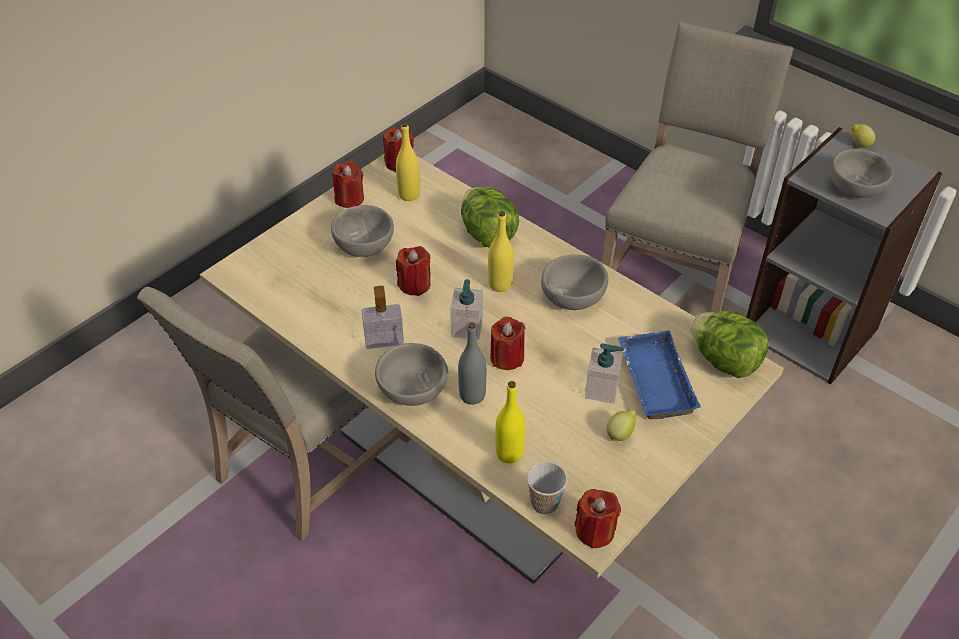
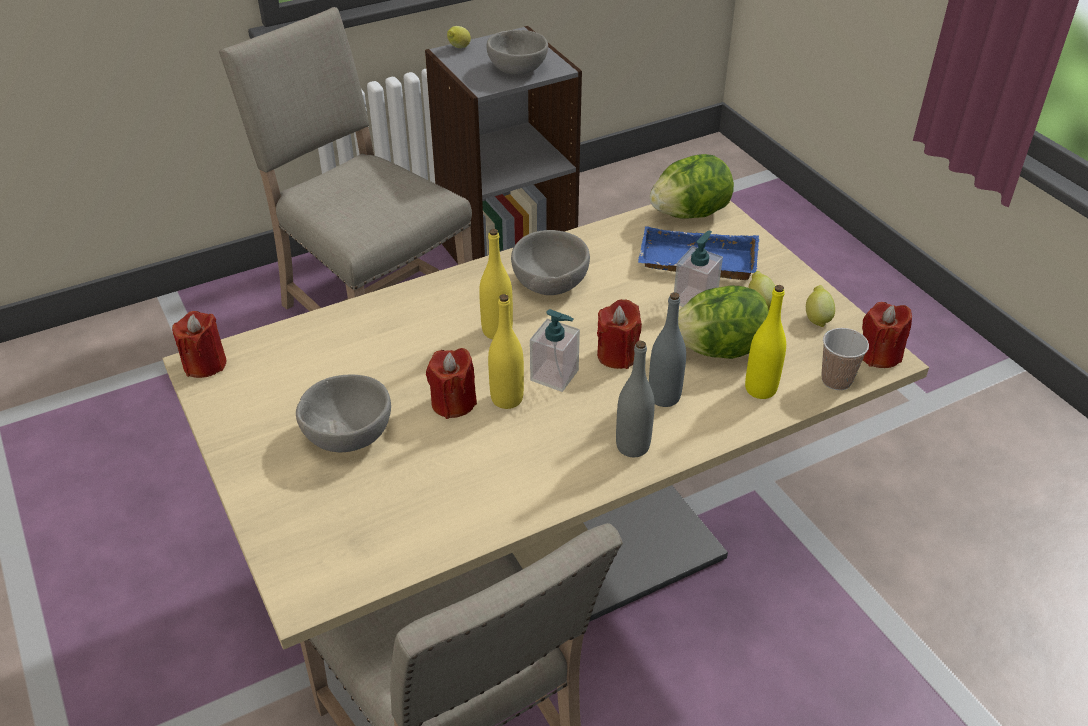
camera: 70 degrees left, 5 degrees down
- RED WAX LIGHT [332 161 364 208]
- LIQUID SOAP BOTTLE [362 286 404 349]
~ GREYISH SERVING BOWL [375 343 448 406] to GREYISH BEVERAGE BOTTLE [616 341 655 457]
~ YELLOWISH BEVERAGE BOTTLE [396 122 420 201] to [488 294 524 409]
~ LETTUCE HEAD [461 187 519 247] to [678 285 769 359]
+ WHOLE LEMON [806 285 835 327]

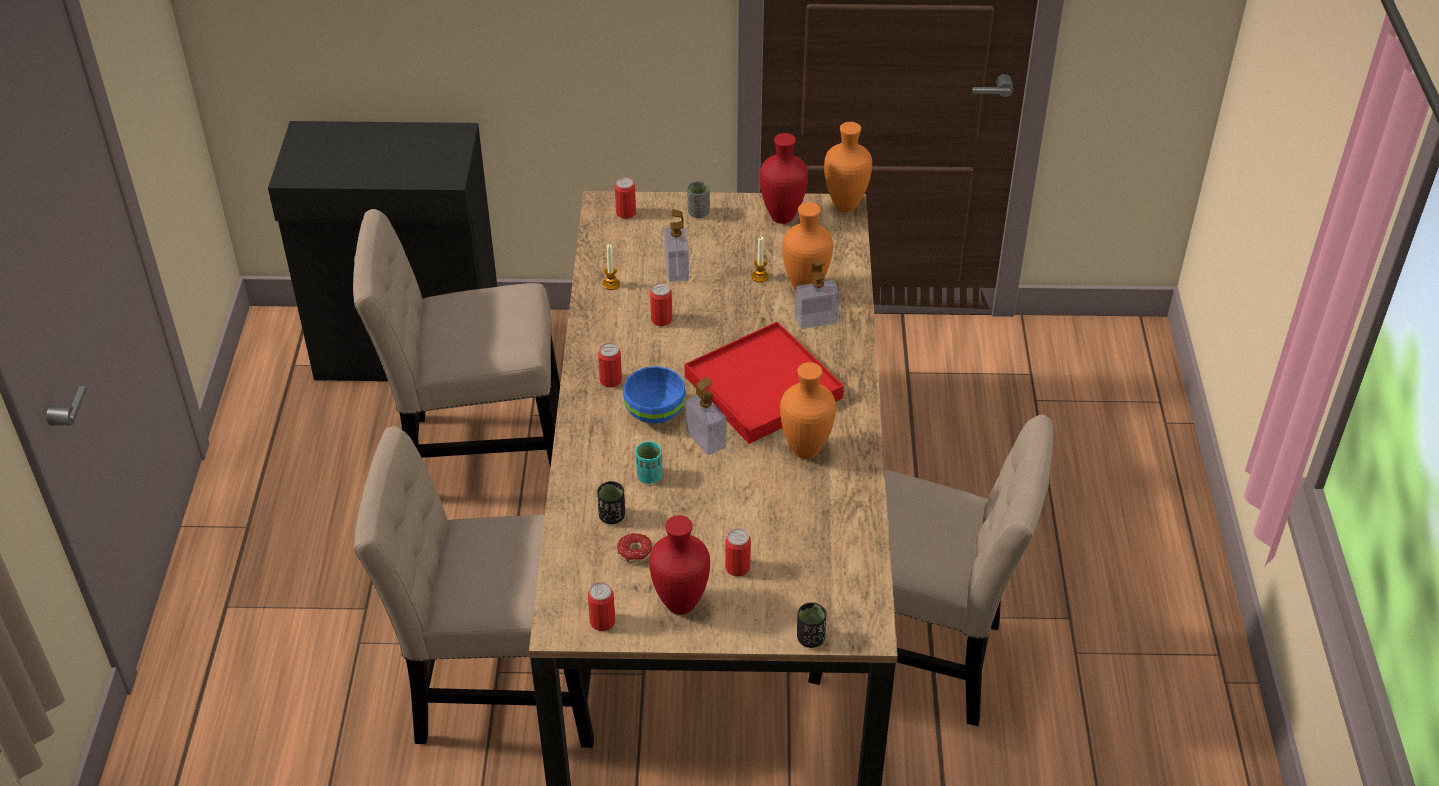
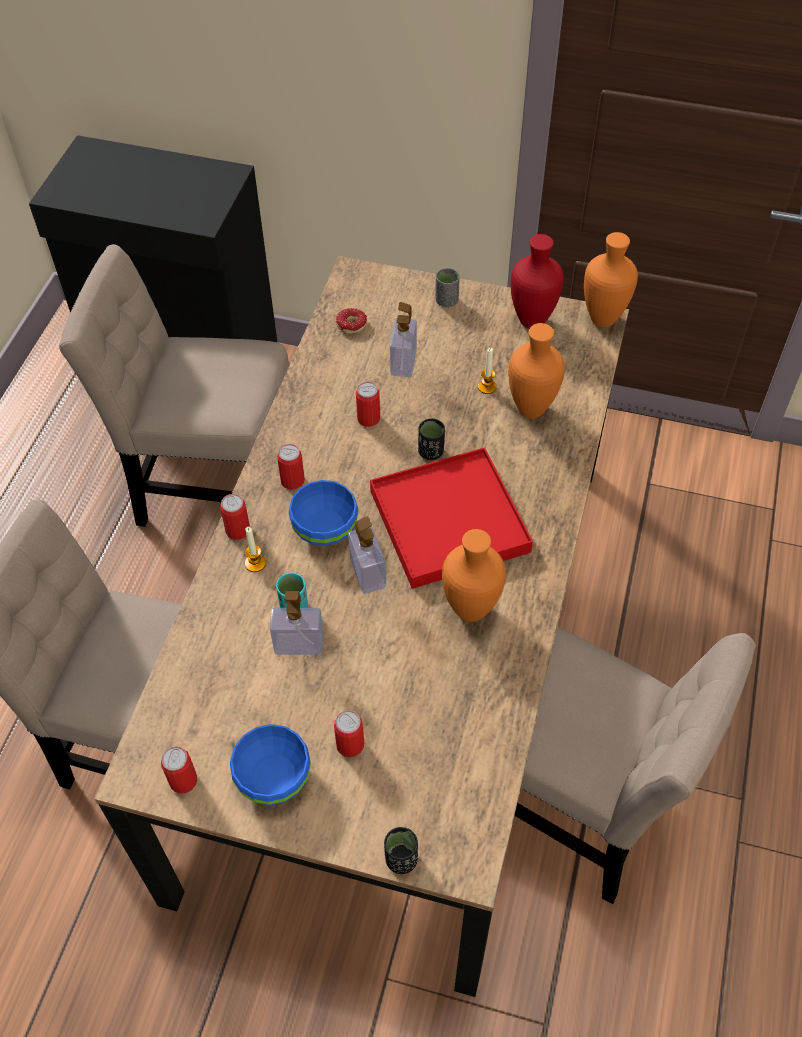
camera: 15 degrees right, 10 degrees up
~ BLACK-COLOURED DRINKING CUP [597 481 625 524] to [418 418 445 460]
~ WAX LIGHT [602 244 620 290] to [245 527 266 572]
~ CAN [615 177 636 219] to [220 494 250 540]
~ RING DOUGHNUT [617 533 652 563] to [336 308 367 334]
~ RED FLOWER VASE [649 515 710 615] to BLUISH SERVING BOWL [230 724 311 806]
~ LIQUID SOAP BOTTLE [795 260 839 329] to [270 591 324 655]

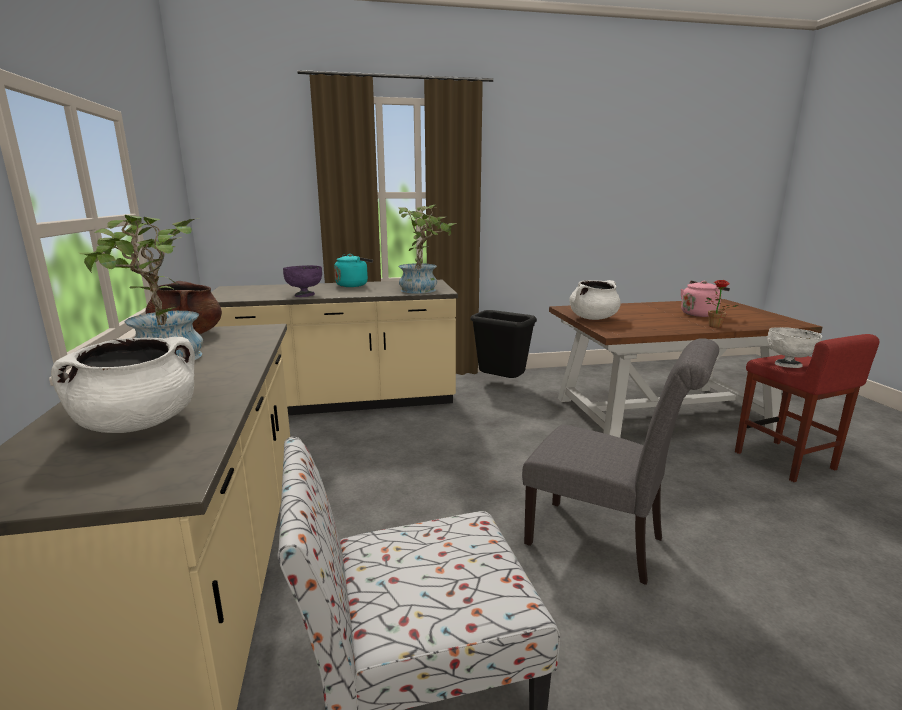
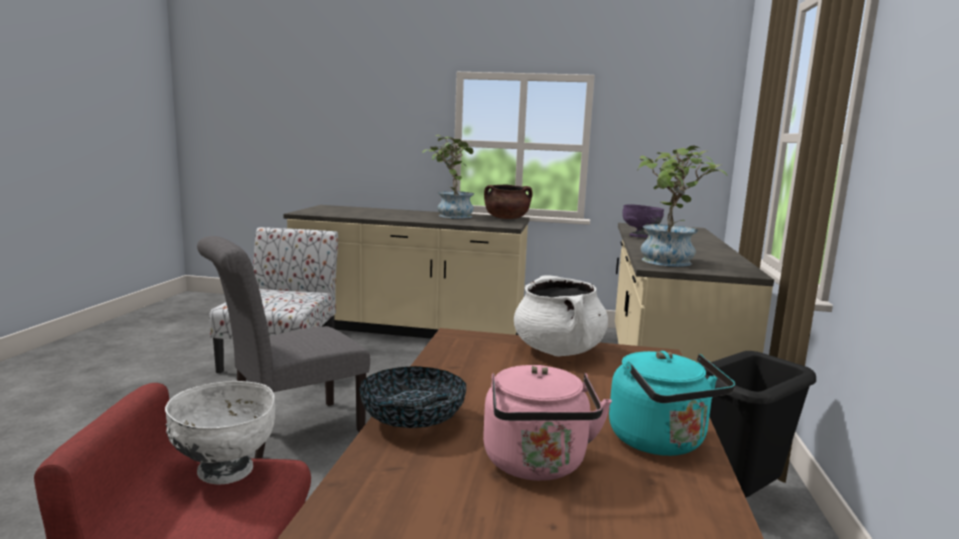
camera: 110 degrees right, 5 degrees down
- WHITE-COLOURED STOCKPOT [51 337 195 433]
~ BLUE-GREEN WATER KETTLE [334 254 373 287] to [609 351 735 456]
~ PLANT IN A POT [705 280 739 328] to SERVING BOWL [359 366 466 428]

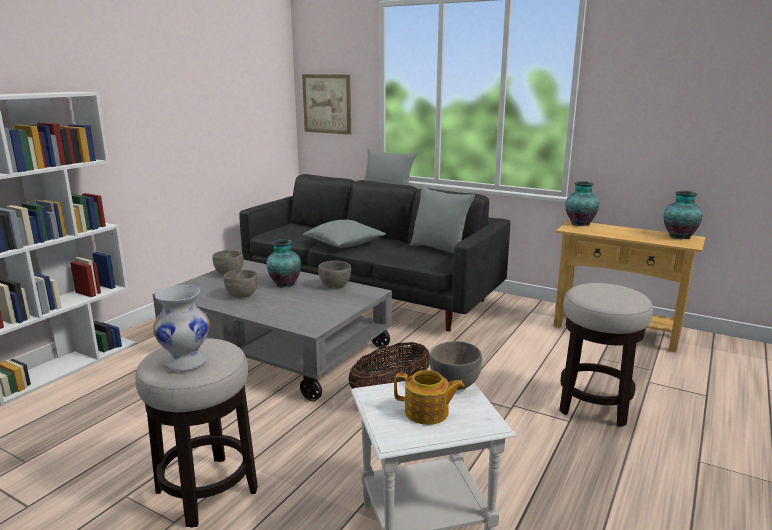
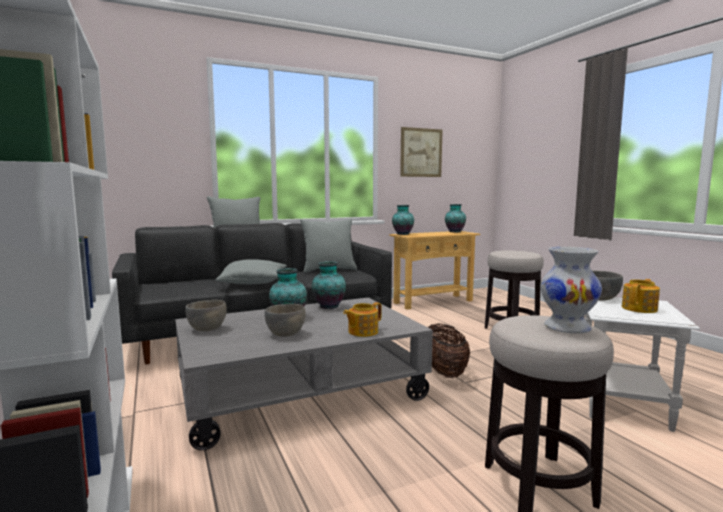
camera: 55 degrees left, 10 degrees down
~ WALL PICTURE [302 74 351 135] to [400 127 442 177]
~ GREYISH SERVING BOWL [318 261 351 289] to FLOWER VASE [312 261 346 309]
+ TEA POT [343 302 382 337]

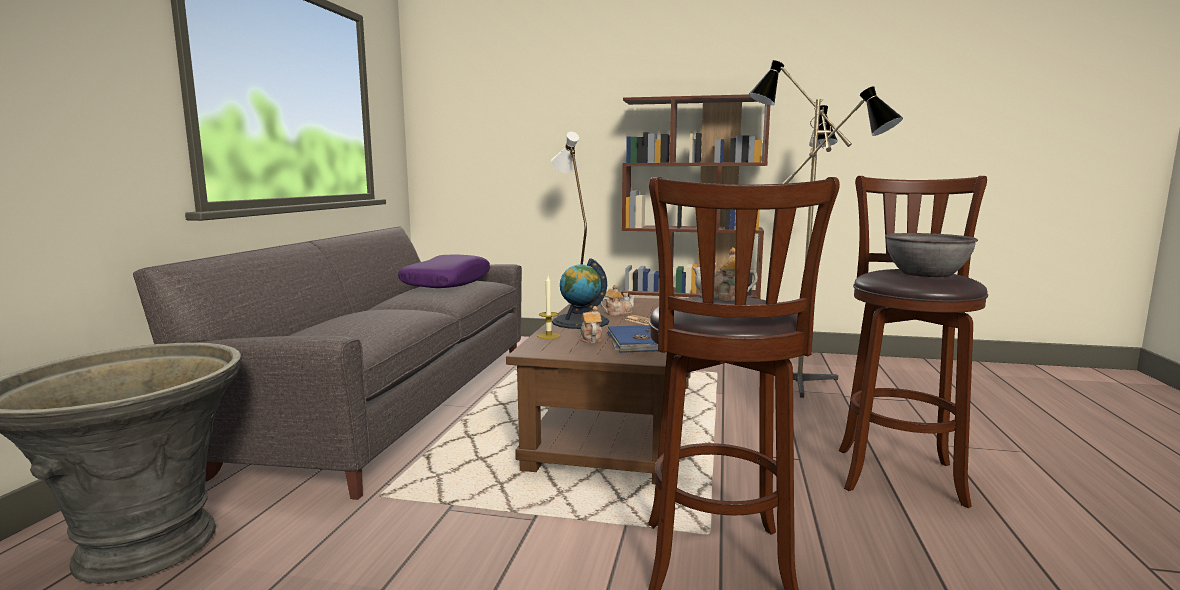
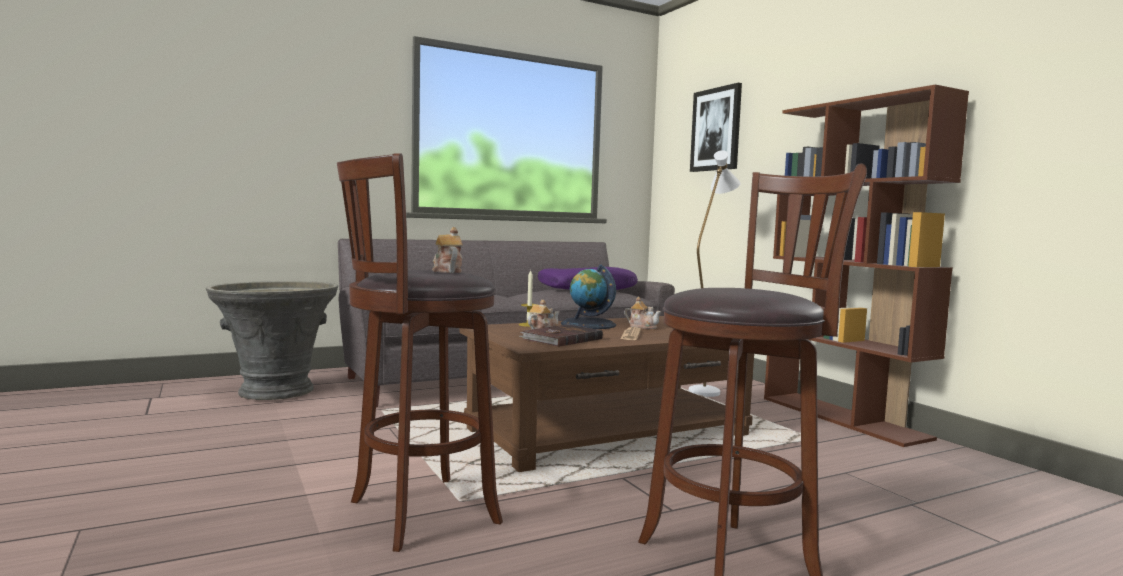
camera: 50 degrees right, 5 degrees down
~ BLUISH BOOK [607 325 658 353] to BROWN BOOK [520 324 603 347]
- STANDING LAMP [749 60 903 398]
- GREYISH SERVING BOWL [885 233 978 277]
+ WALL PICTURE [690 83 742 172]

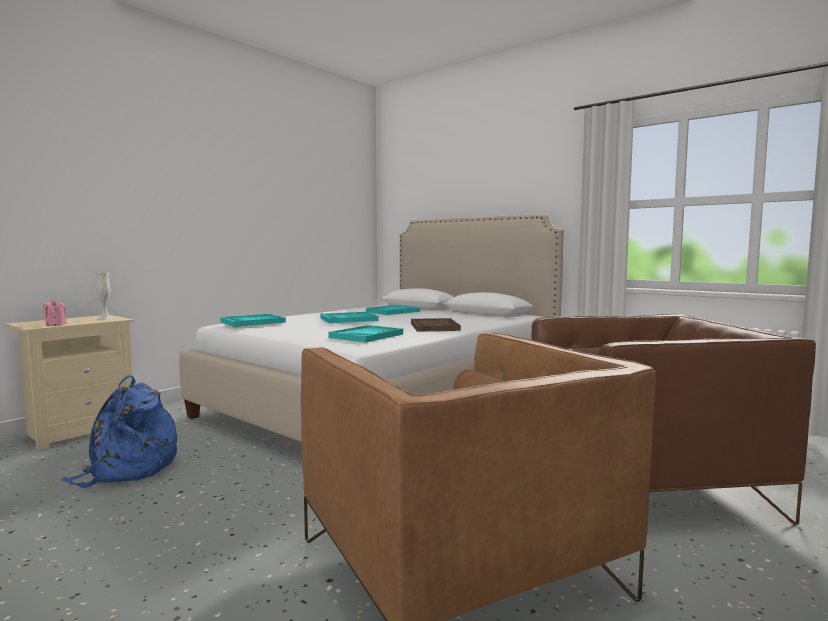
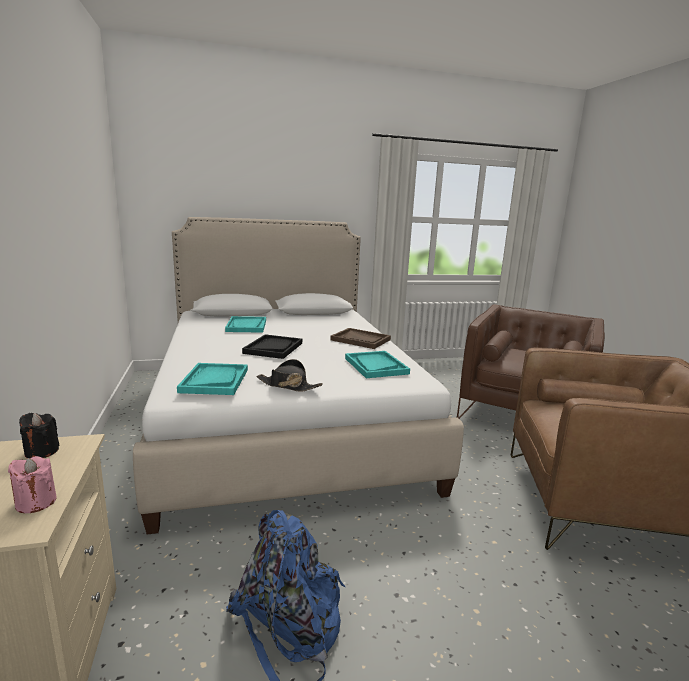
camera: 55 degrees left, 10 degrees up
~ WHITE-COLOURED FLOWER VASE [96 272 112 319] to BLACK-COLOURED WAX LIGHT [19 413 60 458]
~ BLUE-GREEN CARRYING TRAY [320 312 378 323] to BLACK-COLOURED CARRYING TRAY [242 334 302 359]
+ BLACK-COLOURED HAT [257 359 323 392]

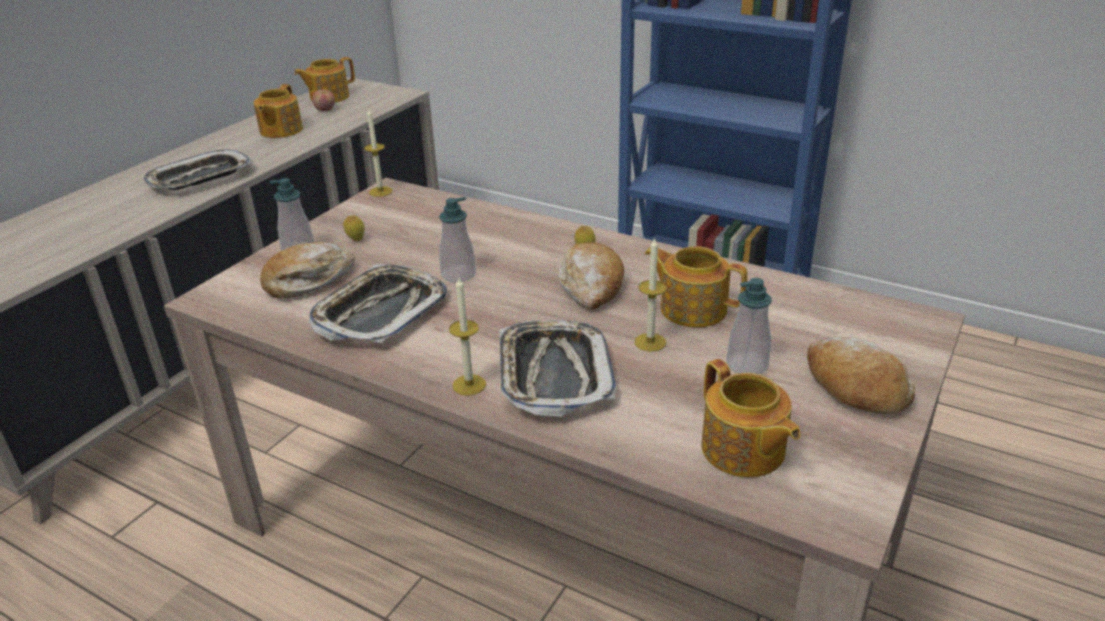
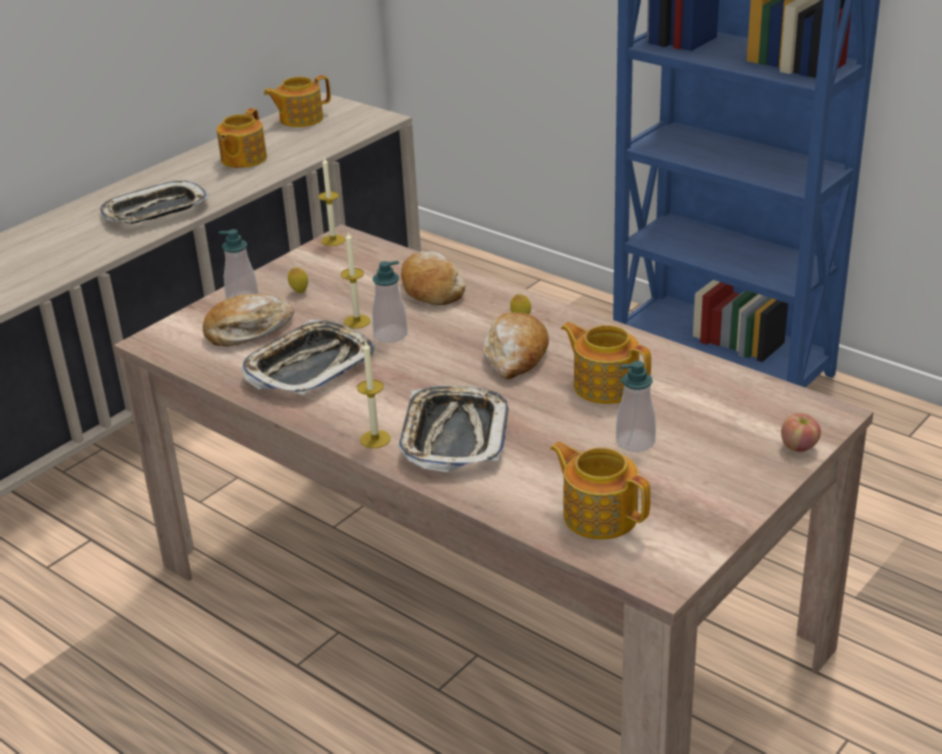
camera: 10 degrees right, 0 degrees up
~ APPLE FRUIT [312 90 335 111] to [781 413 821 452]
~ WAX LIGHT [634 237 667 352] to [341 232 371 329]
~ TEA POT [701 359 800 478] = [550 442 651 540] 150 degrees clockwise
~ BREAD [807 337 915 414] to [401 251 466 305]

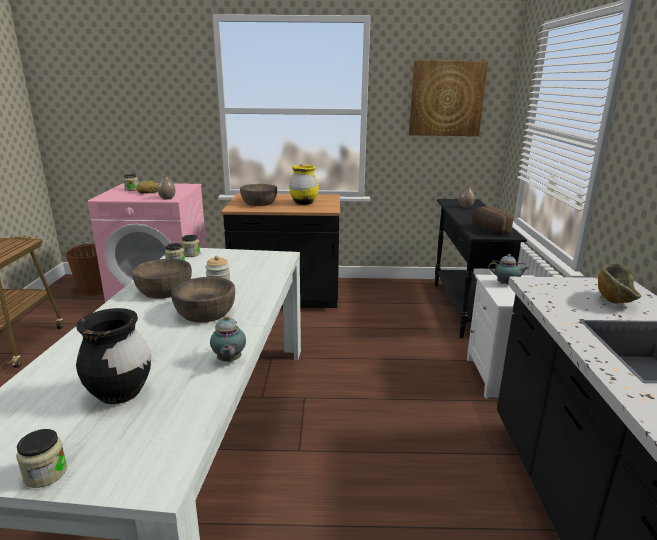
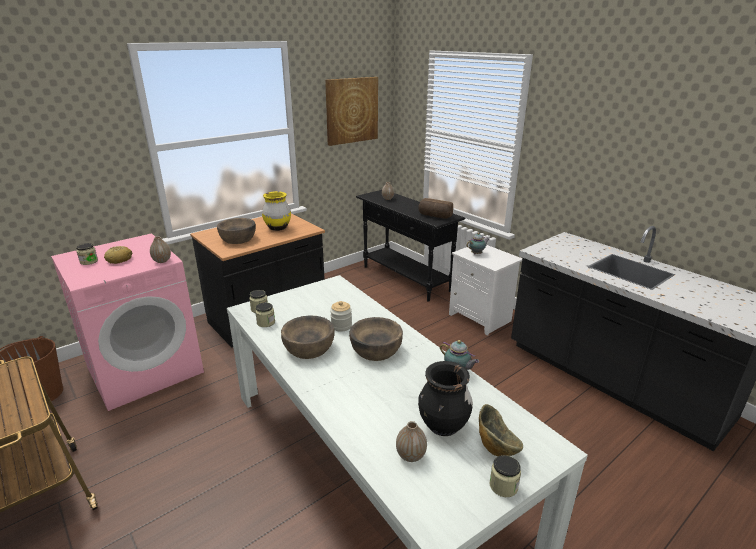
camera: 40 degrees left, 5 degrees up
~ SERVING BOWL [598 262 642 303] to [479 404 523 456]
+ FLOWER VASE [396 421 427 462]

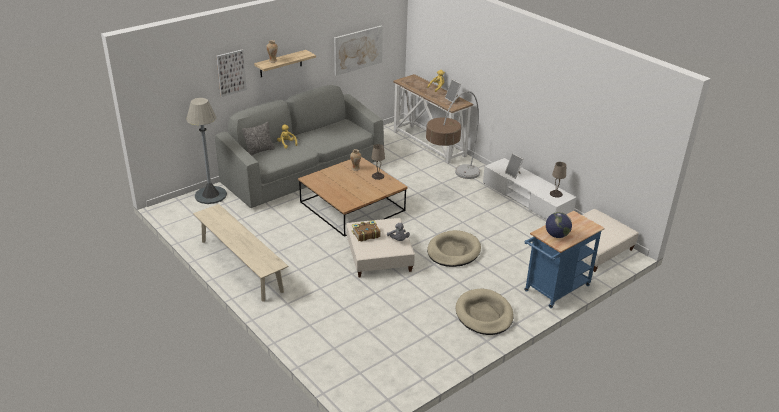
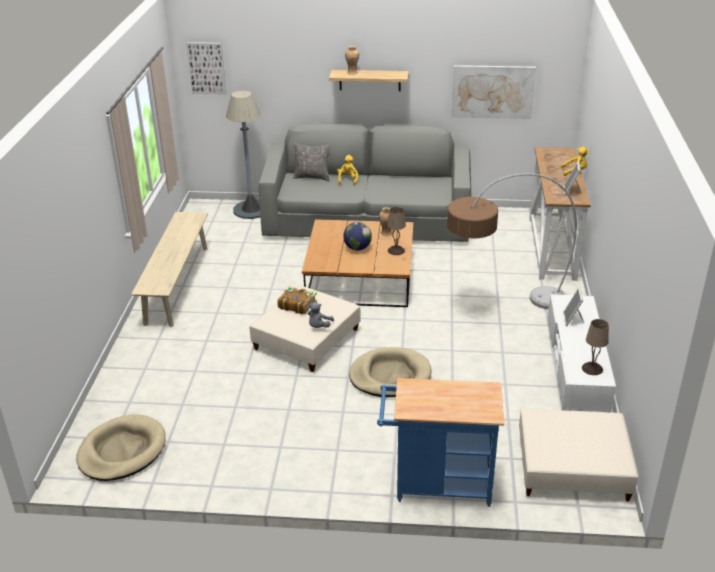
camera: 45 degrees right, 0 degrees up
~ WALL PICTURE [216 49 247 97] to [186 42 226 94]
~ BEIGE PET BED [456 289 514 335] to [76 414 166 481]
~ GLOBE [546 212 572 238] to [343 222 372 251]

